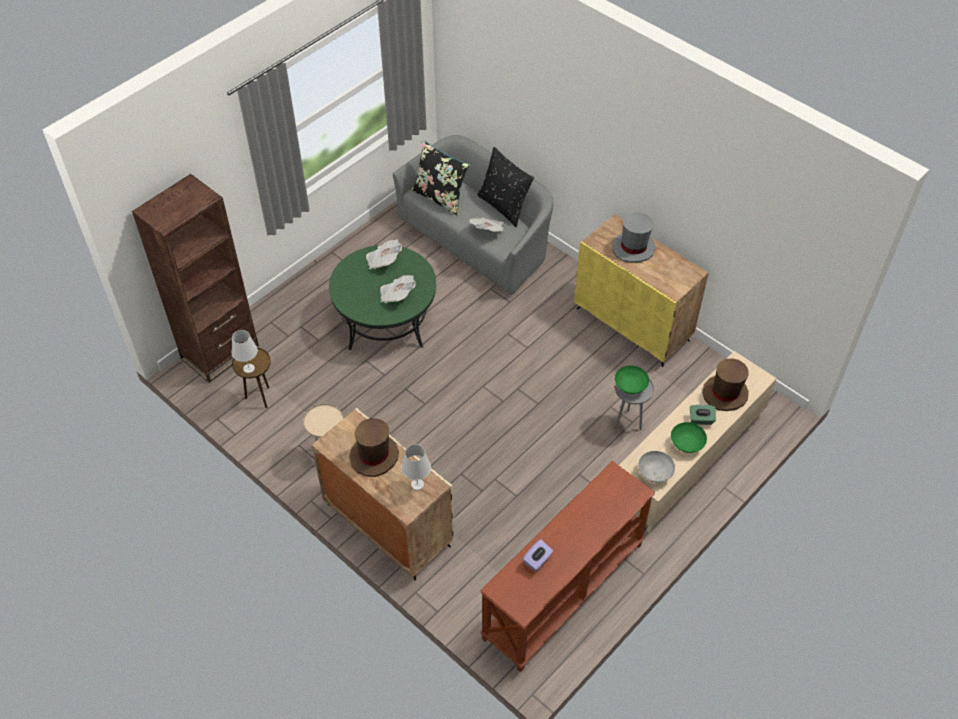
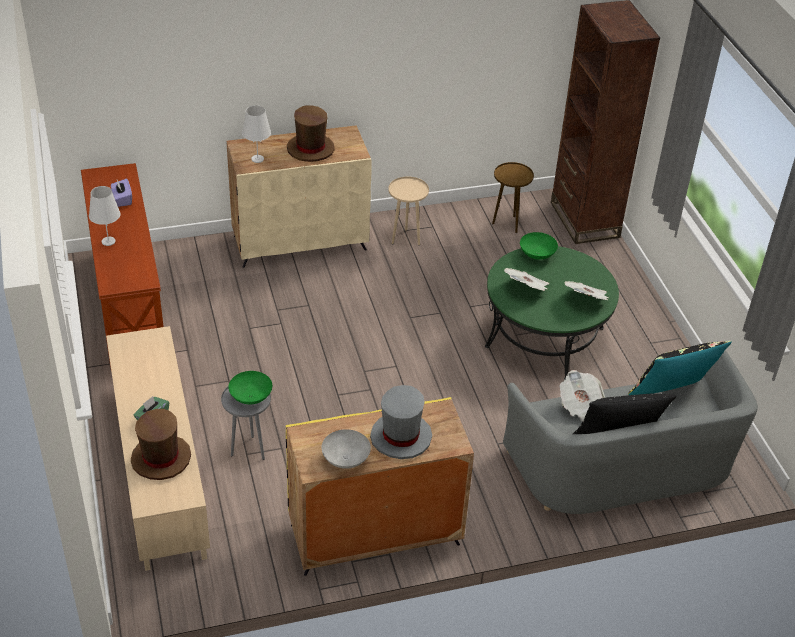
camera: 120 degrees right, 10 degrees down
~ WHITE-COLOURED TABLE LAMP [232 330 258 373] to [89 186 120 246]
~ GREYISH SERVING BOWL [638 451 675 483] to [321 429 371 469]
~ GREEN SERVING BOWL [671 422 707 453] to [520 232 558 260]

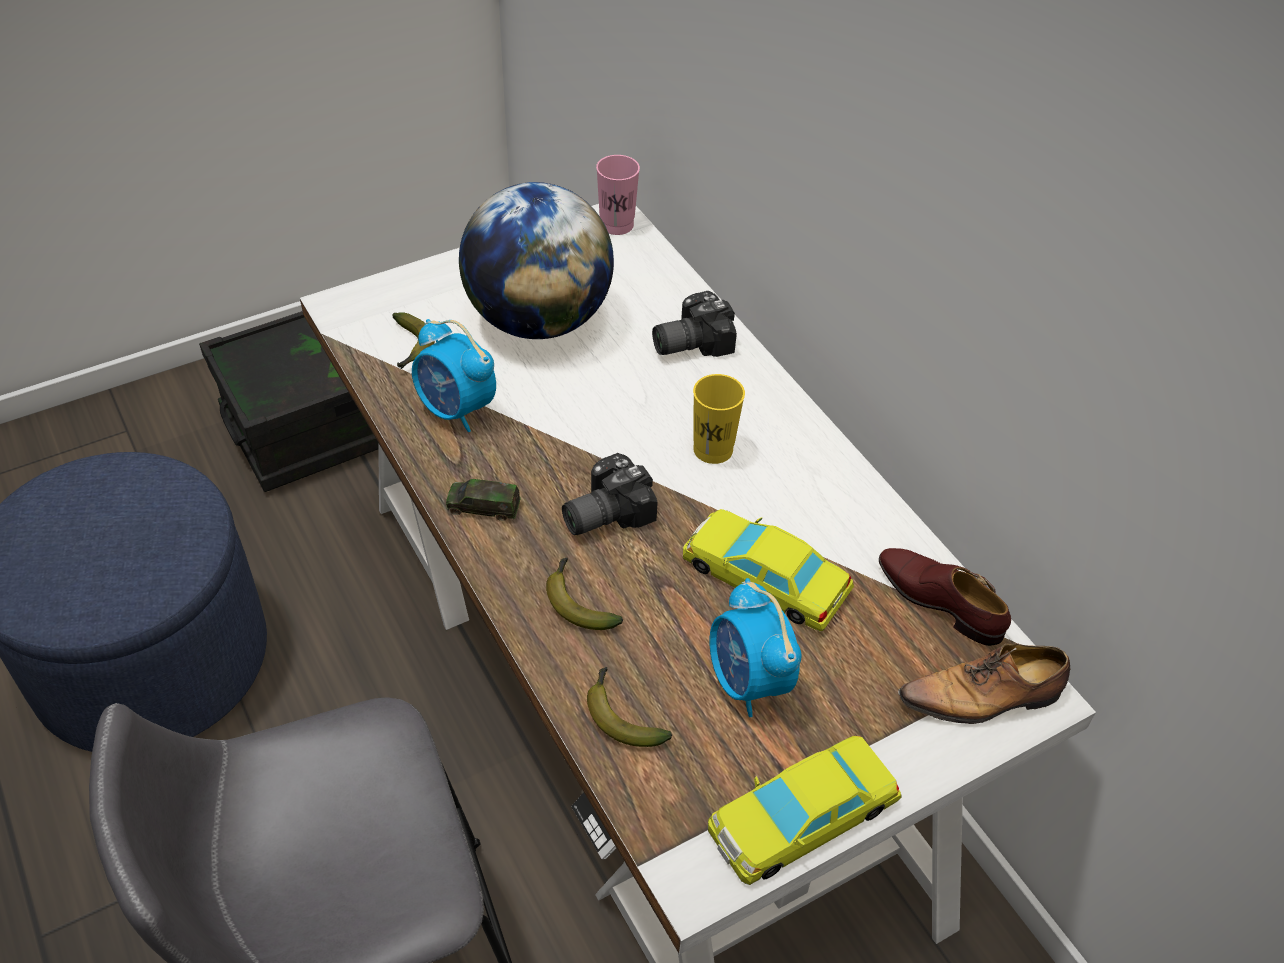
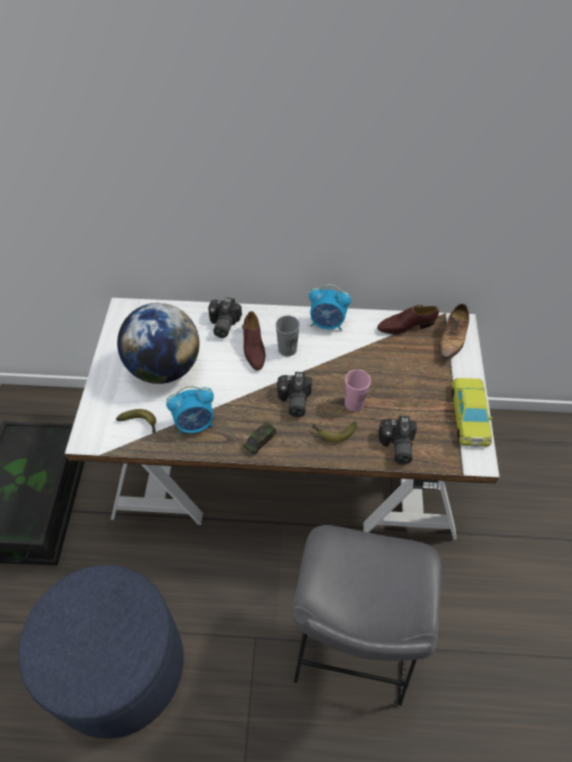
camera: 55 degrees left, 5 degrees up
~ WHOLE BANANA [587 667 672 747] to PHOTO CAMERA [379 416 417 464]
~ PINK DRINKING CUP [596 155 640 235] to [345 369 371 411]
- YELLOWISH TOY CAR [683 509 854 631]
~ YELLOWISH DRINKING CUP [693 374 745 464] to GREYISH DRINKING CUP [276 316 300 356]
~ ALARM CLOCK [709 578 802 717] to [309 284 351 331]
+ BROWN SHOE [242 311 265 370]

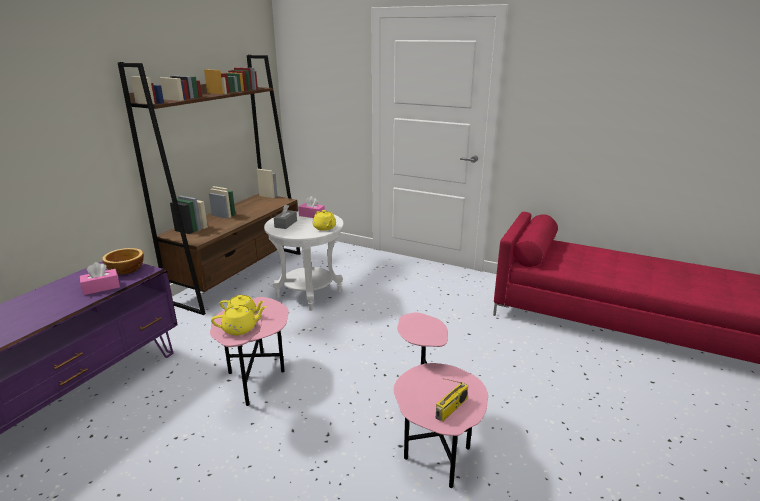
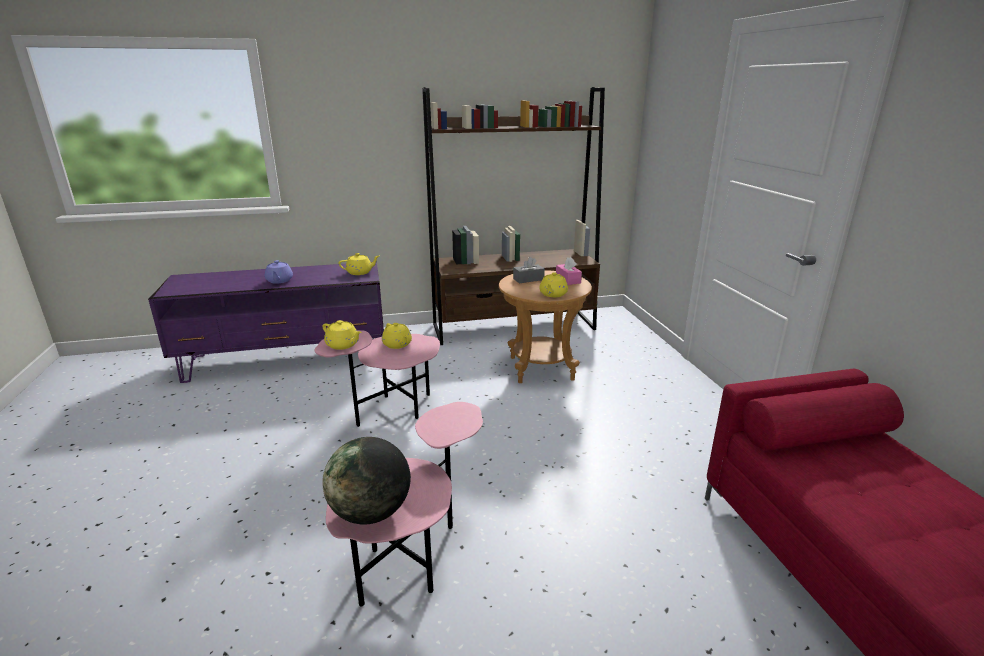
camera: 50 degrees right, 0 degrees up
- PINK BOX OF TISSUES [80 262 120 295]
~ SERVING BOWL [102 248 144 275] to YELLOWISH TEA POT [338 253 379 275]
~ WHITE-COLOURED END TABLE [264 211 344 311] to BROWN END TABLE [499 270 592 383]
~ RADIO RECEIVER [436 378 468 422] to GLOBE [322 437 411 524]
+ PURPLISH TEA POT [265 260 293 283]

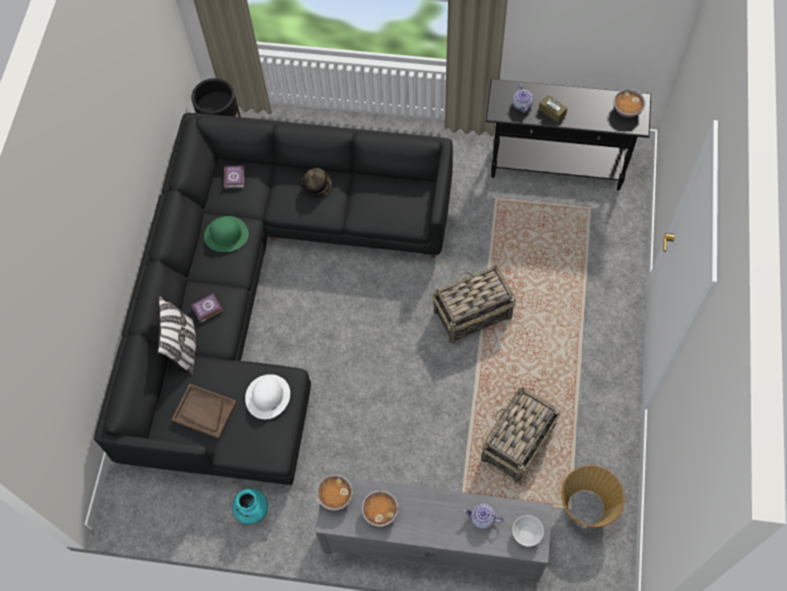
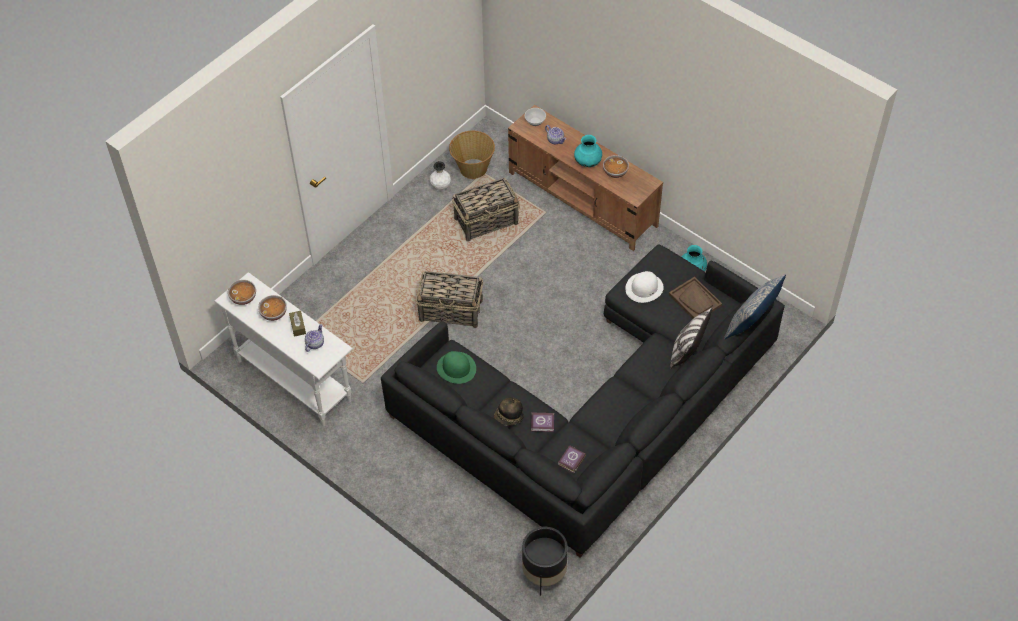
camera: 150 degrees left, 10 degrees down
~ BOOK [191 293 223 323] to [531 413 554 432]
~ GREEN HAT [204 216 249 252] to [437 351 476 384]
~ GREYISH MEDIA CONSOLE [315 475 553 582] to BROWN MEDIA CONSOLE [508 105 663 251]
~ SERVING BOWL [317 475 353 511] to [258 295 287 321]
~ BLACK-COLOURED NARROW TABLE [486 79 651 190] to WHITE-COLOURED NARROW TABLE [214 272 353 427]
+ WHITE-COLOURED FLOWER VASE [430 161 451 190]
+ BLUE-GREEN FLOWER VASE [574 135 602 167]
+ CUSHION [724 274 786 339]

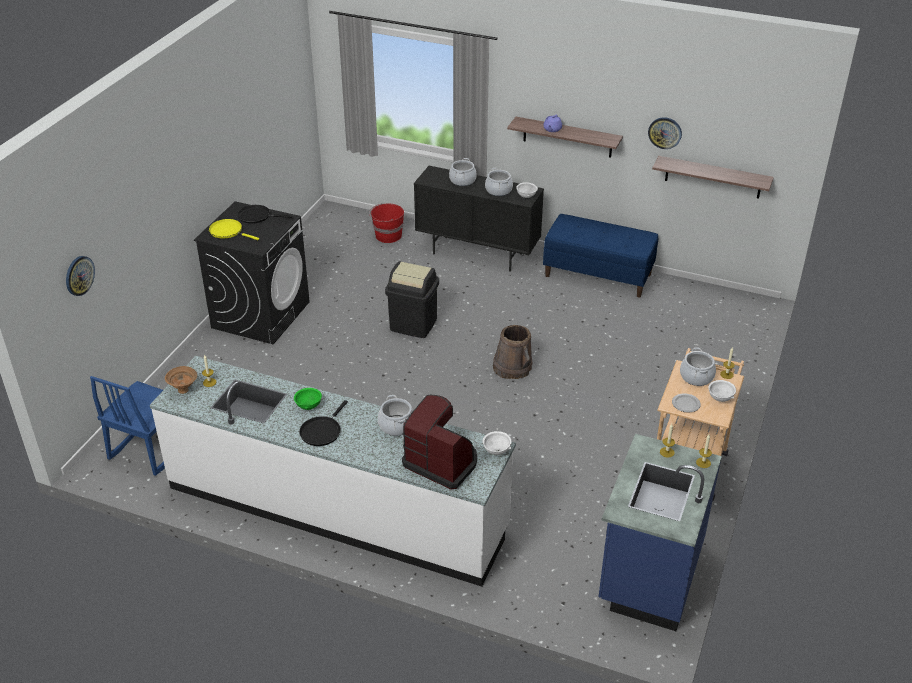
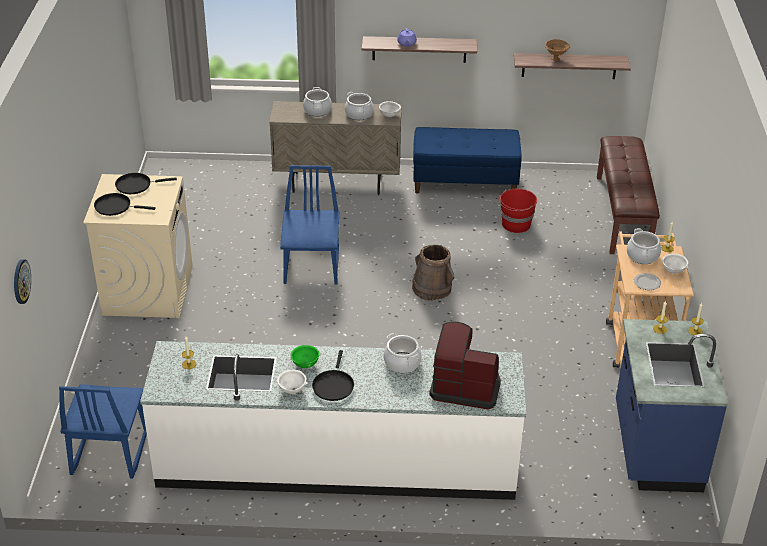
camera: 20 degrees left, 0 degrees up
~ BROWN SERVING BOWL [165 366 197 394] to [545 39 570 61]
~ BLACK-COLOURED LAUNDRY APPLIANCE [194 201 310 344] to BEIGE LAUNDRY APPLIANCE [83 174 193 318]
~ YELLOWISH SKILLET [209 219 259 240] to BLACK-COLOURED SKILLET [94 193 156 216]
~ RED BUCKET [369 203 404 243] to [498 188 537 233]
~ BLACK-COLOURED RUBBISH BIN [385 261 439 338] to BLUISH UPRIGHT CHAIR [280 165 339 284]
~ BLACK-COLOURED CABINET [414 166 544 272] to BEIGE CABINET [269 101 402 195]
~ WHITE-COLOURED SERVING BOWL [483 431 512 455] to [276 370 308 394]
- WALL CLOCK [648 117 682 149]
+ BROWN BENCH [597 136 660 254]

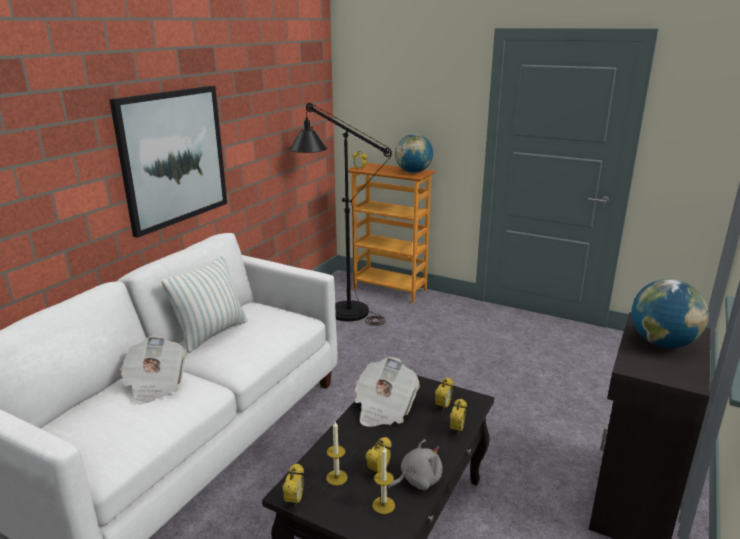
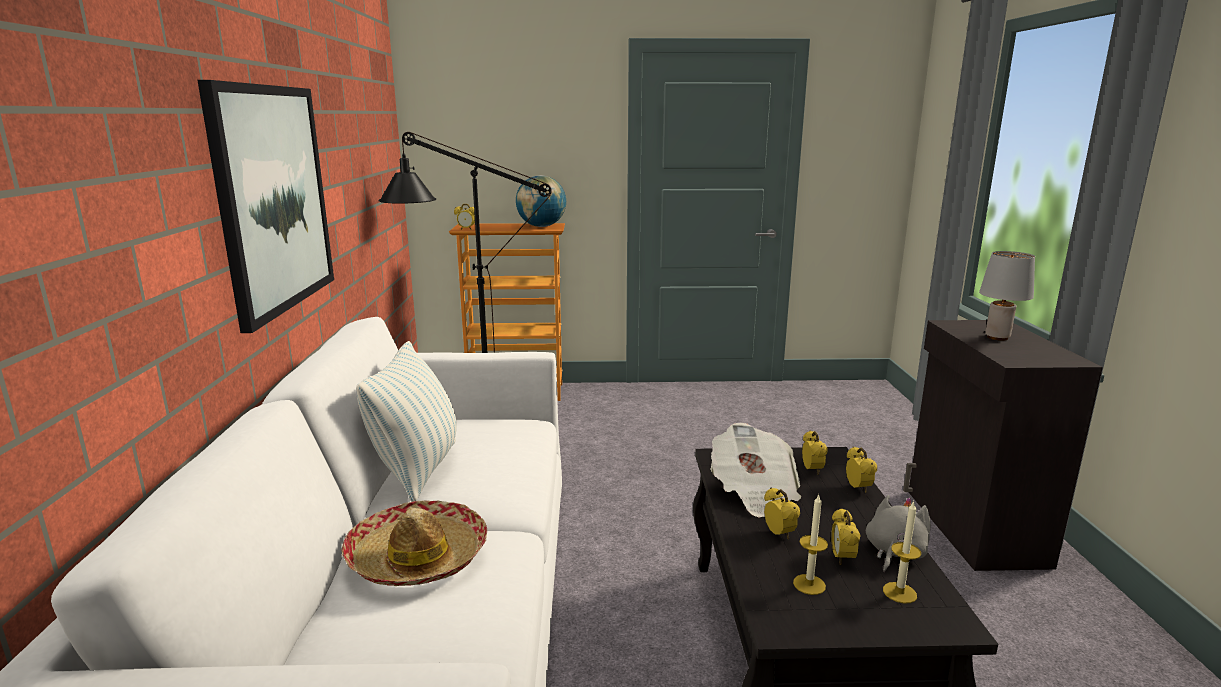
camera: 30 degrees left, 5 degrees down
~ DAILY PAPER [120 335 187 405] to HAT [341 500 487 586]
~ ALARM CLOCK [283 463 304 507] to [764 487 800 539]
~ GLOBE [631 279 709 348] to GREYISH TABLE LAMP [979 251 1035 341]

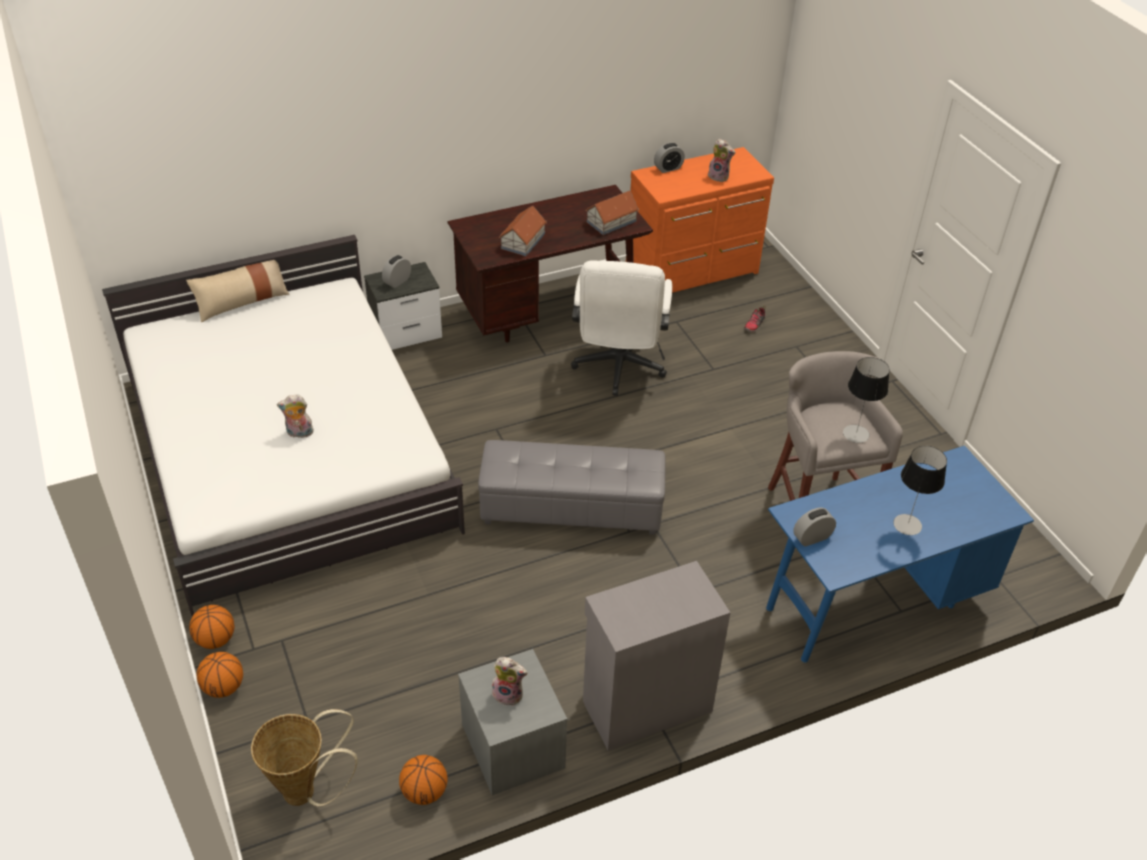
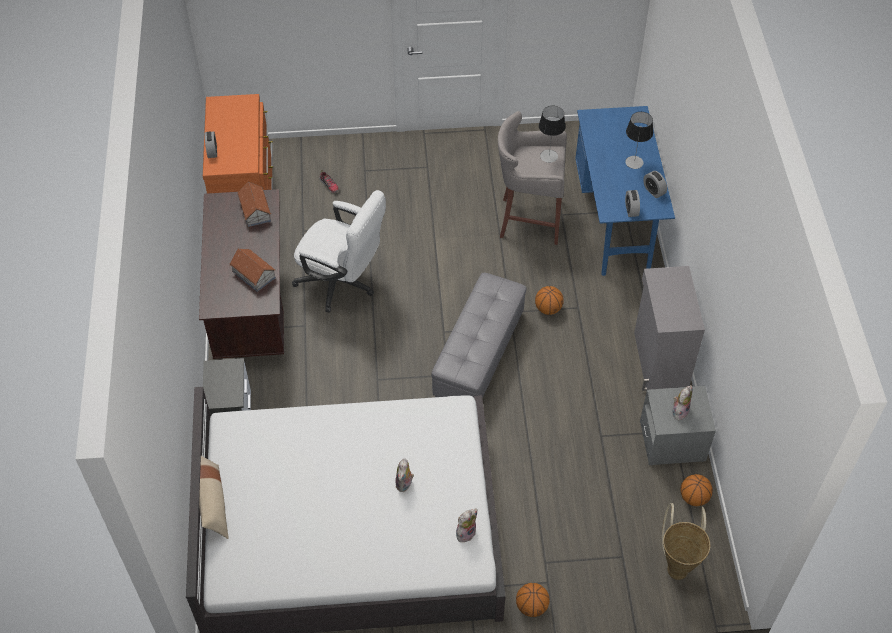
camera: 70 degrees left, 10 degrees up
~ BASKETBALL BALL [197 652 243 698] to [535 286 564 315]
~ ALARM CLOCK [382 255 411 288] to [643 171 667 198]
~ PLUSH TOY [708 139 735 182] to [456 509 478 542]

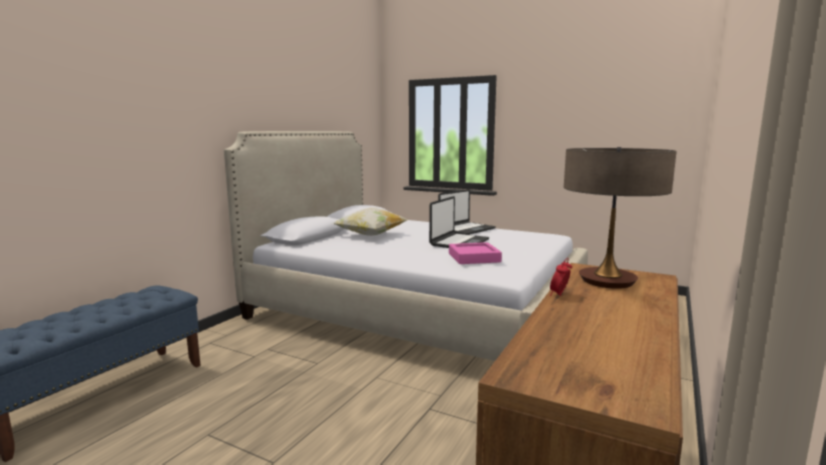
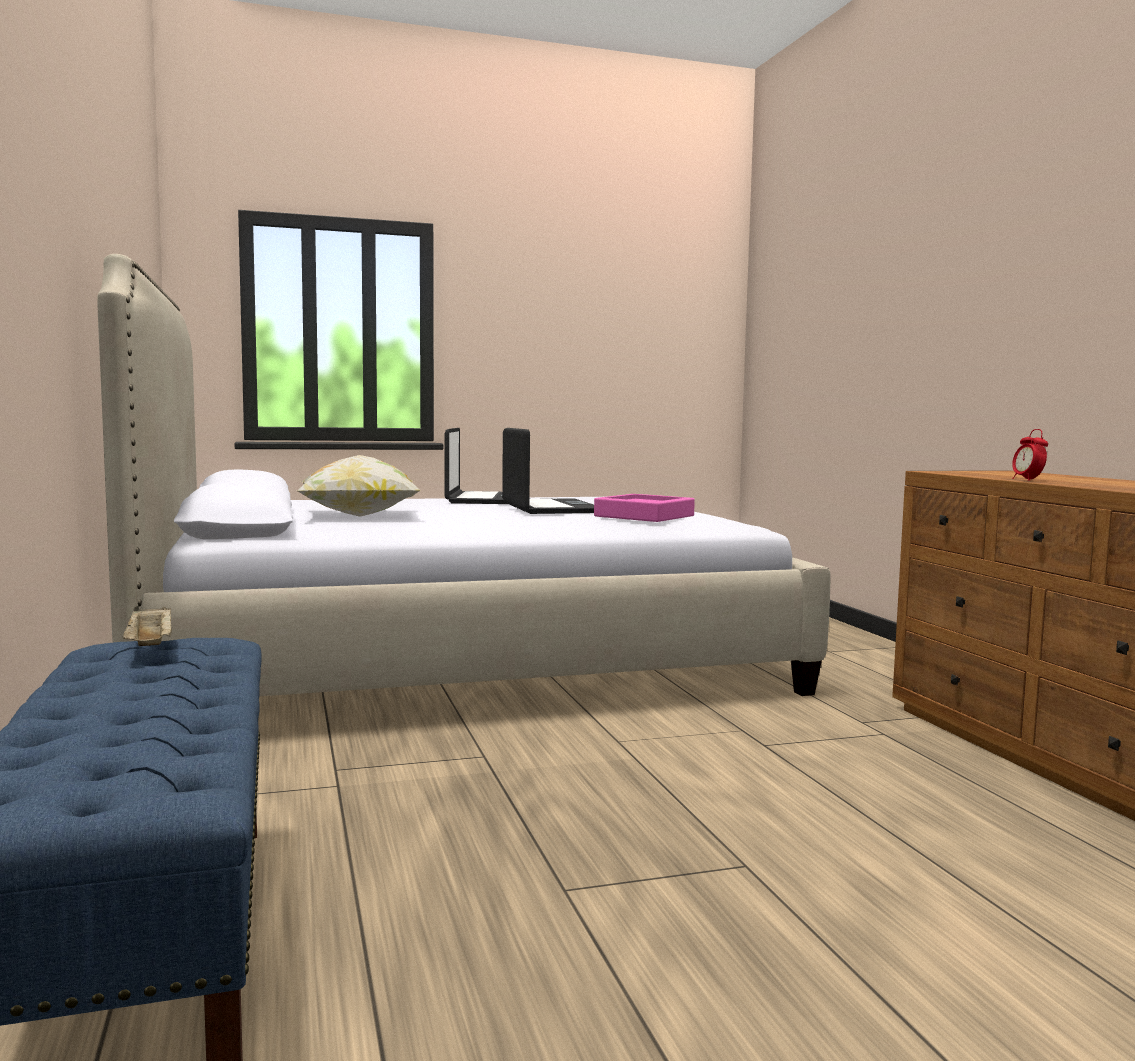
camera: 45 degrees left, 5 degrees down
- TABLE LAMP [564 147 677 289]
+ BEIGE CARRYING TRAY [123 606 172 646]

